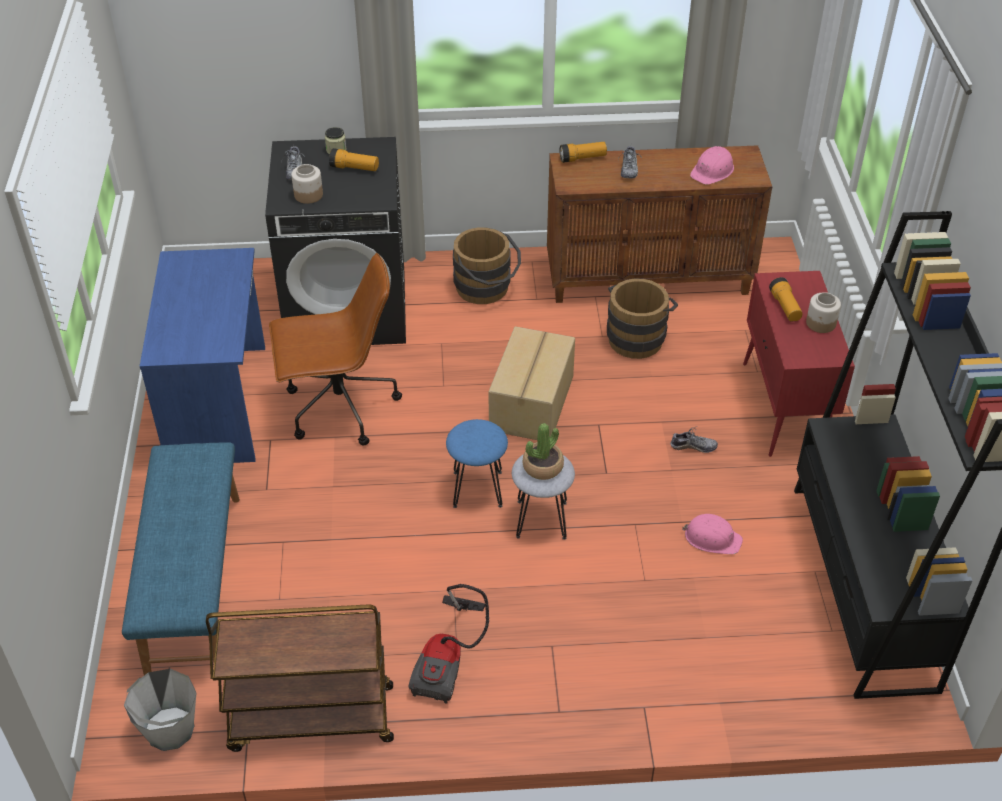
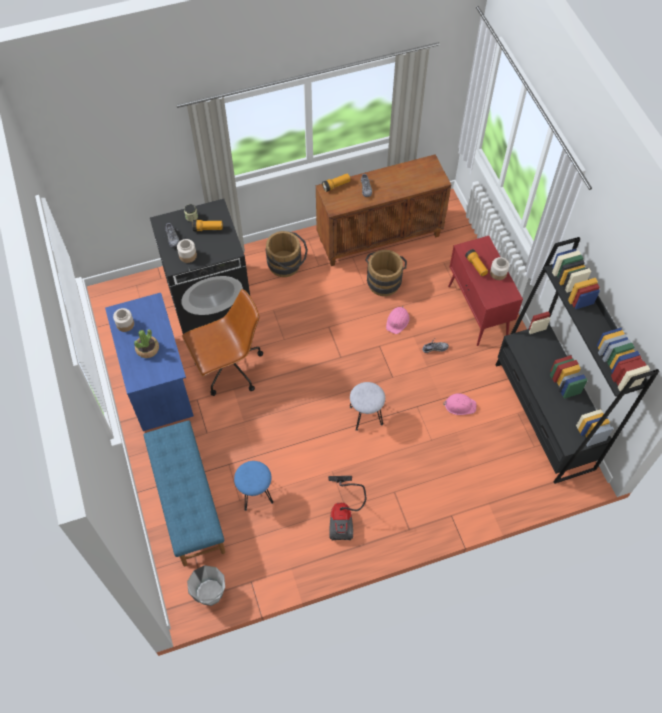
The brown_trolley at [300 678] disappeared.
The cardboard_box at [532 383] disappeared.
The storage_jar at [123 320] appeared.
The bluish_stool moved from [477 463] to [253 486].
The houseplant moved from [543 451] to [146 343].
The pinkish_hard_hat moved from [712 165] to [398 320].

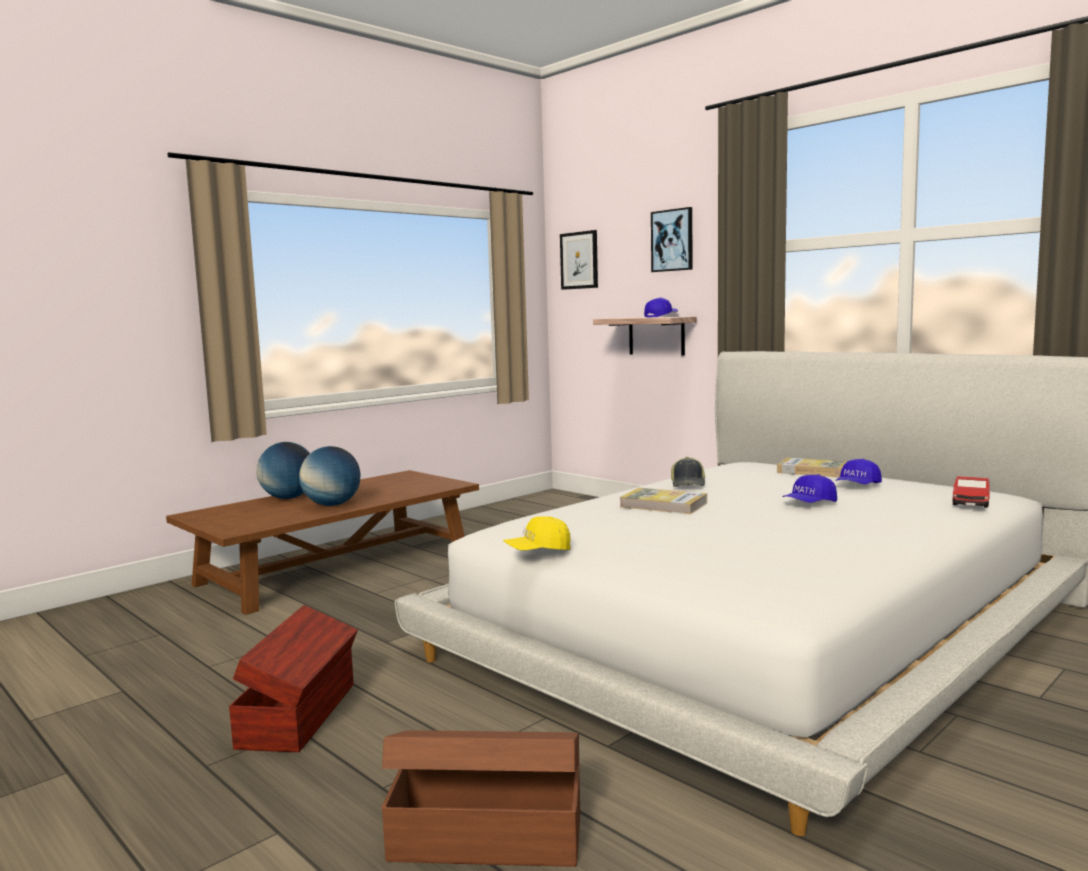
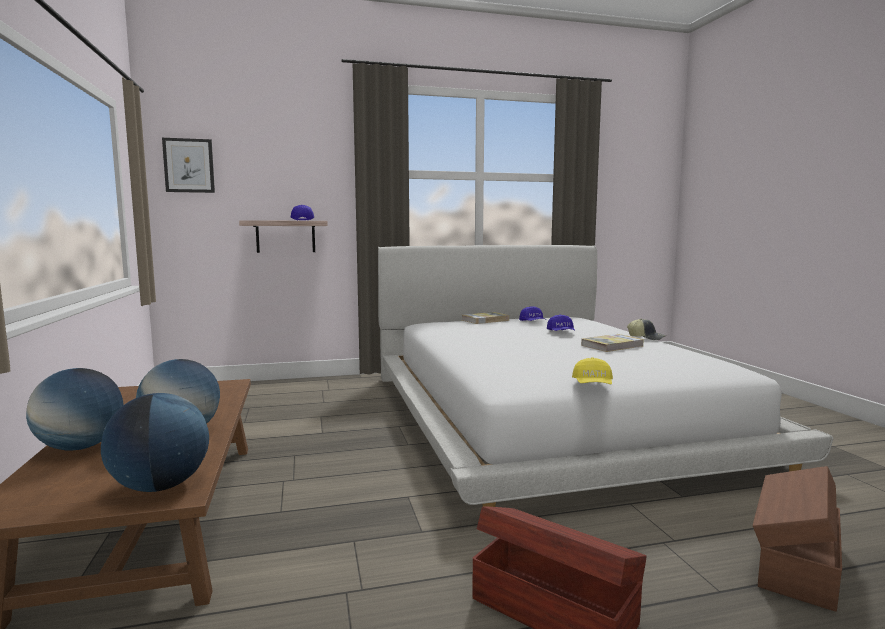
The wall_art at [671 239] disappeared.
The miniature_car at [971 492] disappeared.
The world_globe at [155 442] appeared.
The book moved from [663 501] to [612 343].
The cap moved from [688 472] to [646 329].

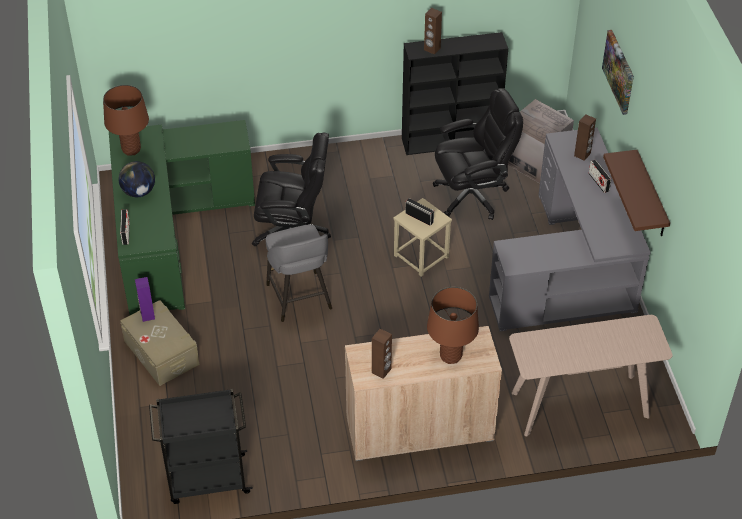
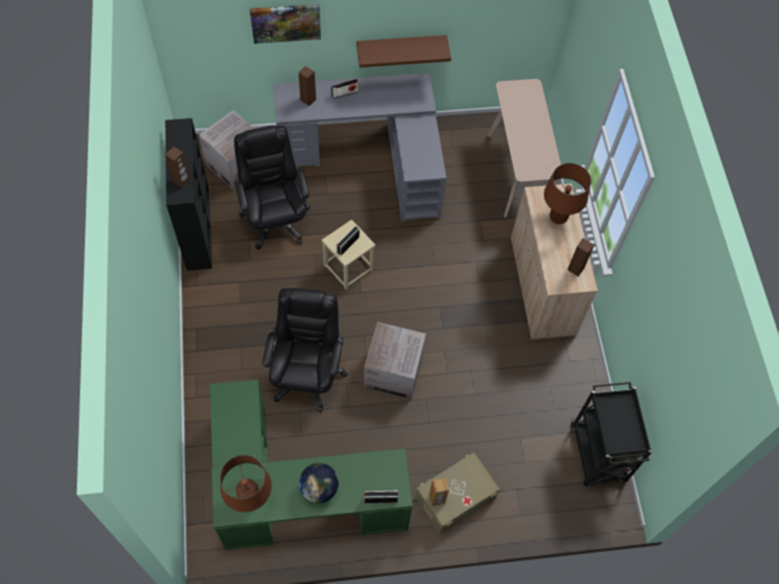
The grey_stool at [299 273] was replaced by the cardboard_box at [395 361].
The purplish_audio_speaker at [145 299] became the brown_audio_speaker at [439 492].

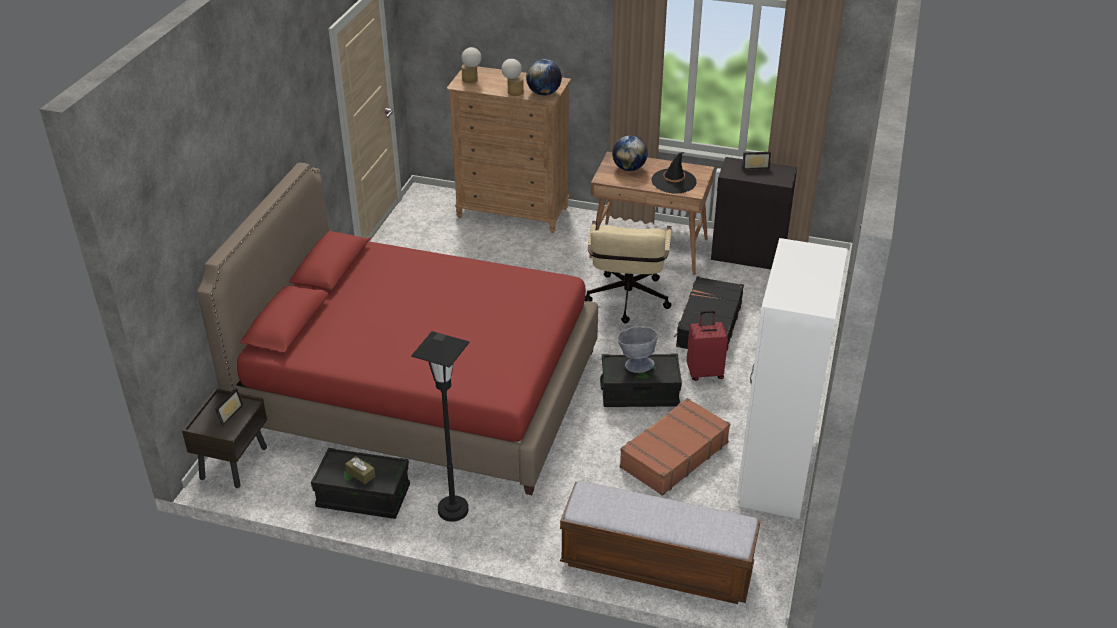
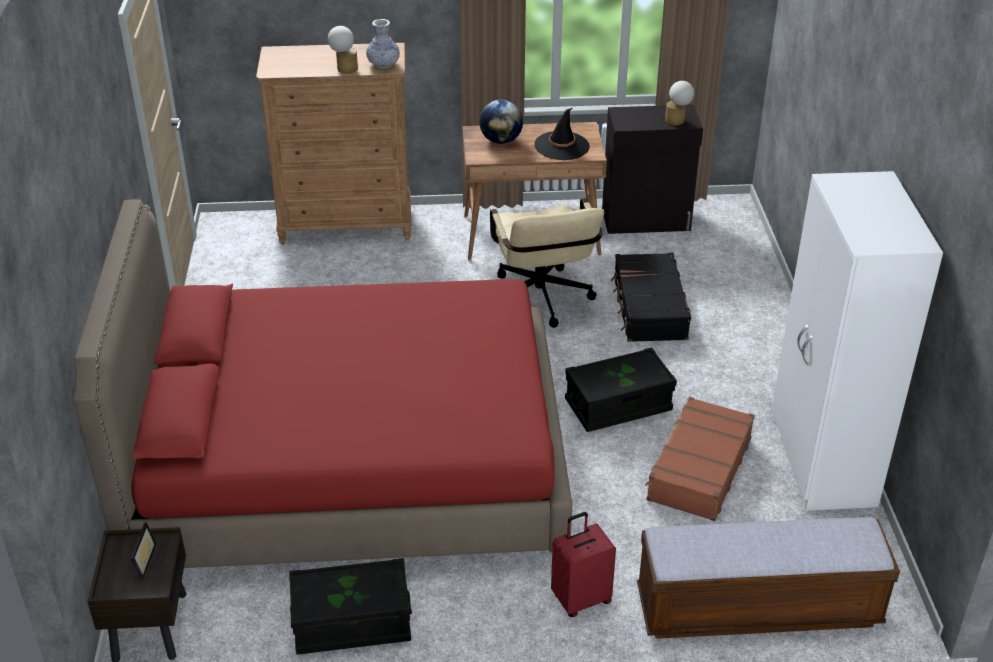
The brown_tissue_box at [360 470] disappeared.
The black_standing_lamp at [440 426] disappeared.
The grey_bowl at [637 349] disappeared.
The photo_frame at [756 161] disappeared.
The tabletop_lamp moved from [471 65] to [679 103].
The red_travel_case moved from [707 345] to [583 564].
The world_globe at [544 77] was replaced by the decorative_vase at [383 43].

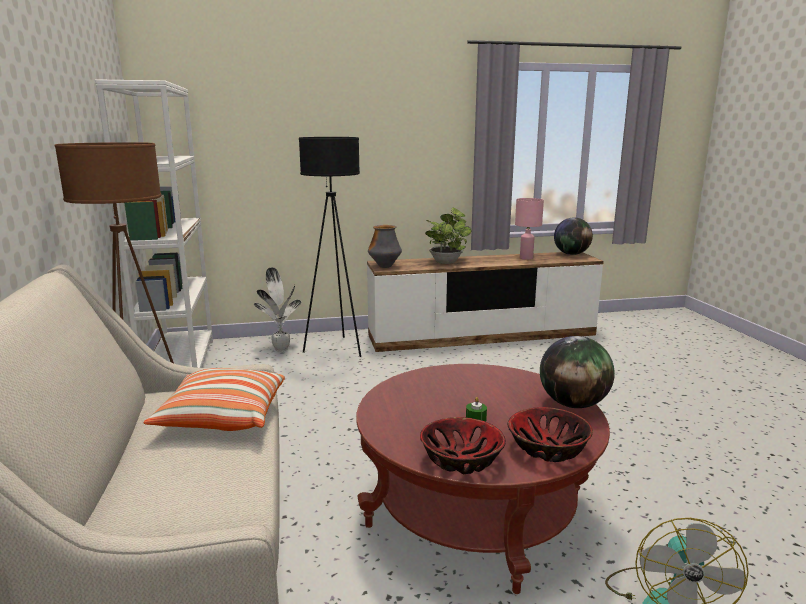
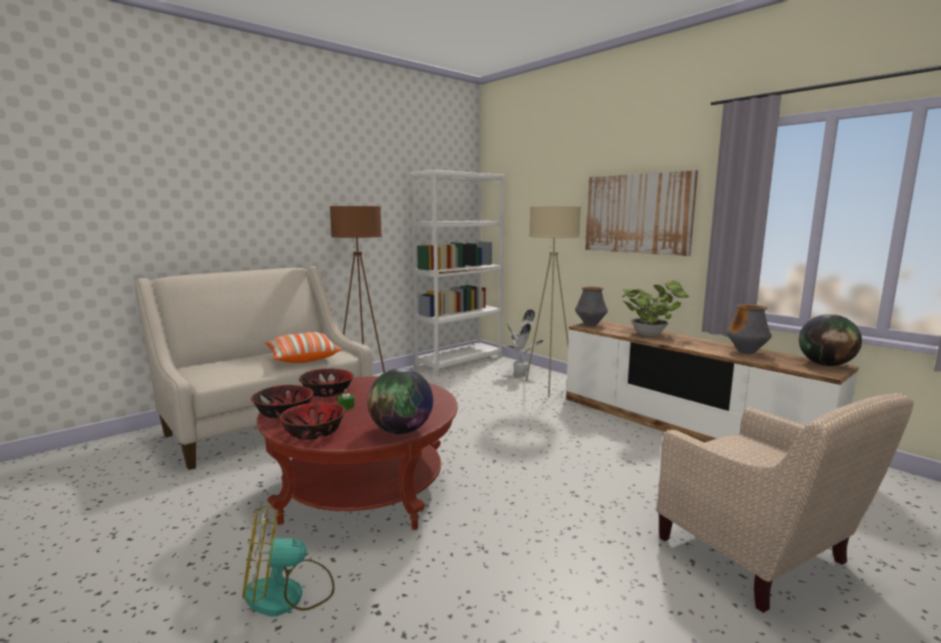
The bowl at [326 383] appeared.
The wall_art at [641 213] appeared.
The beige-coloured_easy_chair at [785 503] appeared.
The pinkish_tabletop_lamp at [529 229] was replaced by the decorative_vase at [748 329].
The black_standing_lamp at [330 247] became the beige-coloured_standing_lamp at [553 301].

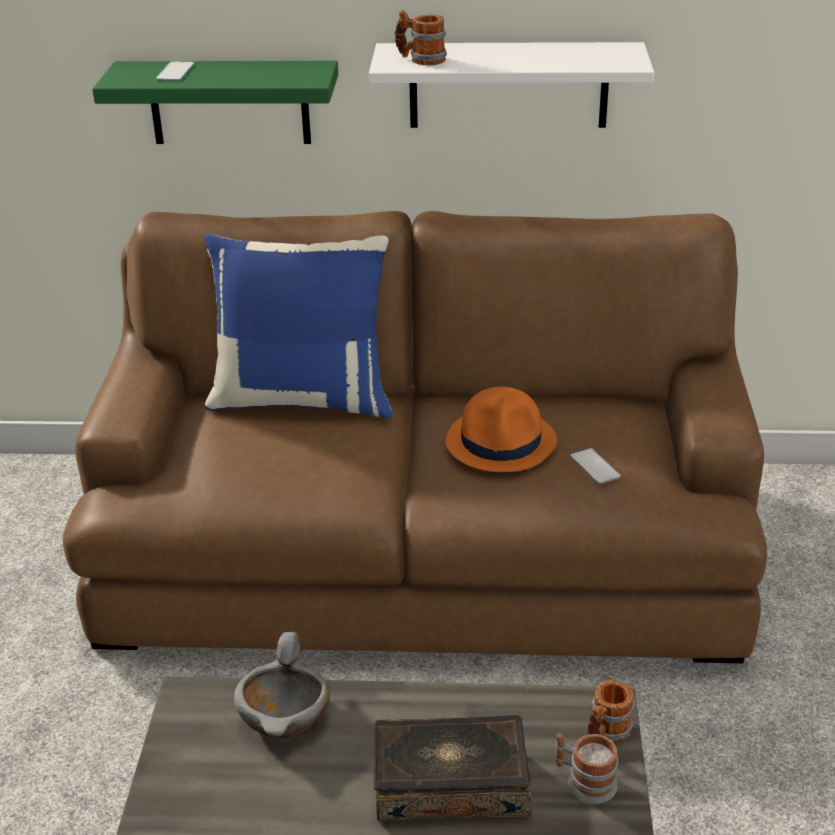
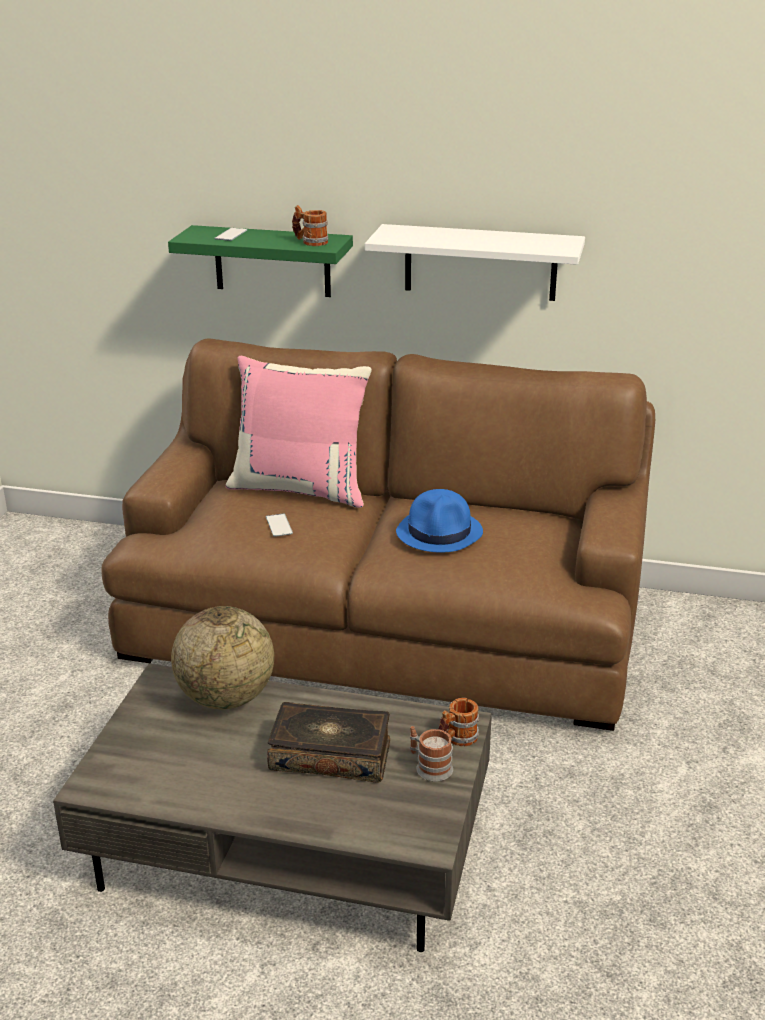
The mug moved from [420 38] to [310 225].
The telephone moved from [595 466] to [279 525].
The grey_bowl at [282 685] was replaced by the world_globe at [222 658].
The bluish_pillow at [298 326] became the pinkish_pillow at [298 432].
The orange-coloured_wearable_hat at [501 429] became the bluish_wearable_hat at [439 520].

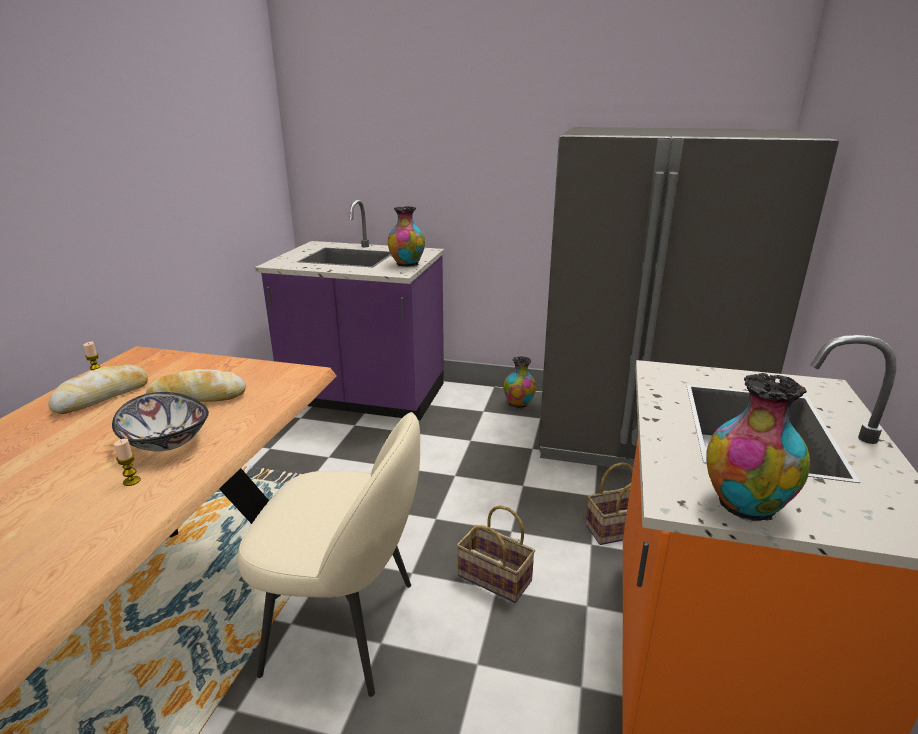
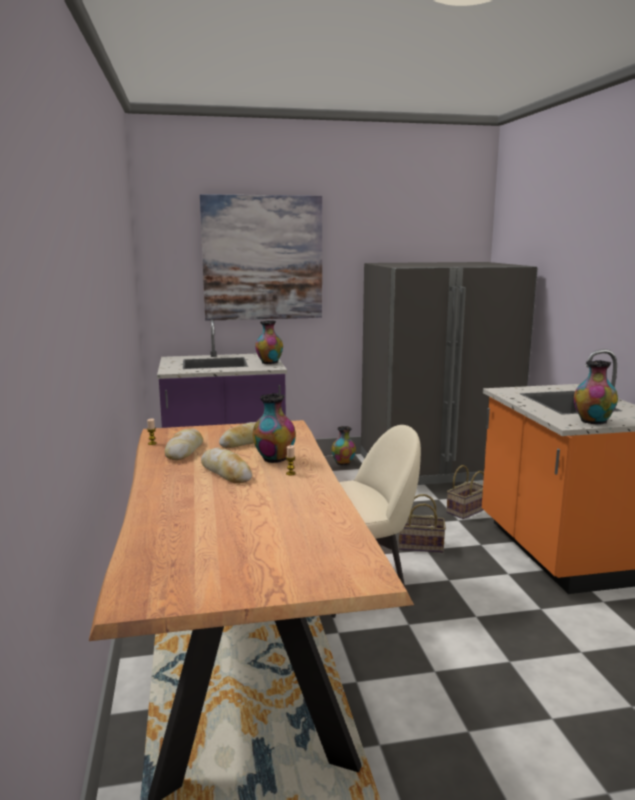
The wall_art at [261 257] appeared.
The baked_bread at [226 465] appeared.
The bowl at [160 421] was replaced by the decorative_vase at [274 428].

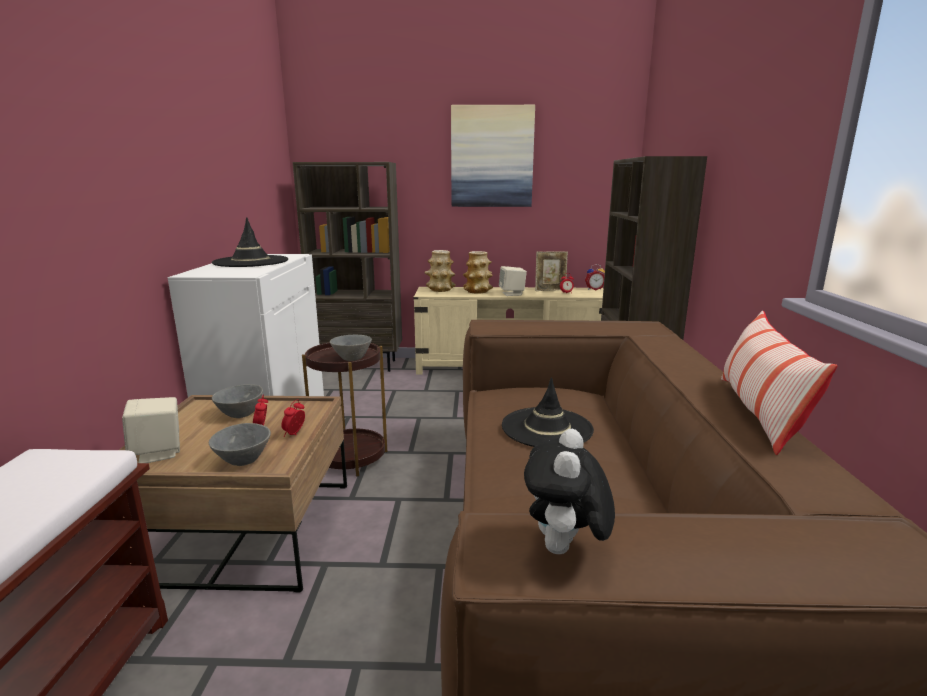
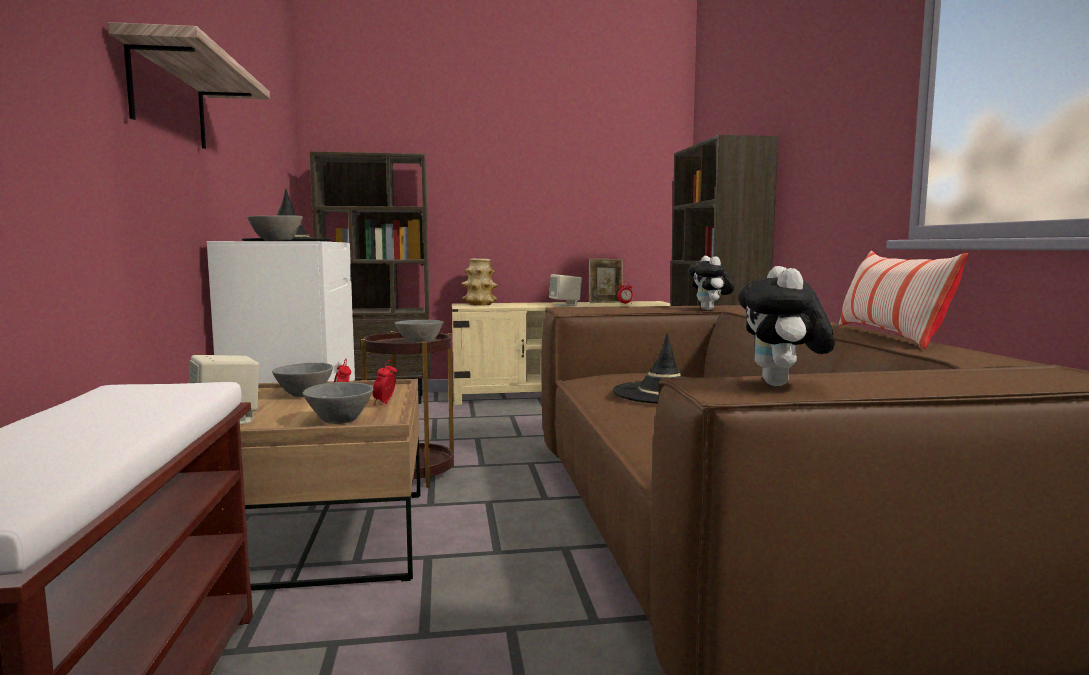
The wall_art at [493 156] disappeared.
The decorative_vase at [478 272] disappeared.
The table_clock at [595 277] disappeared.
The wall_shelf at [189 85] appeared.
The grey_bowl at [275 228] appeared.
The plush_toy at [711 283] appeared.

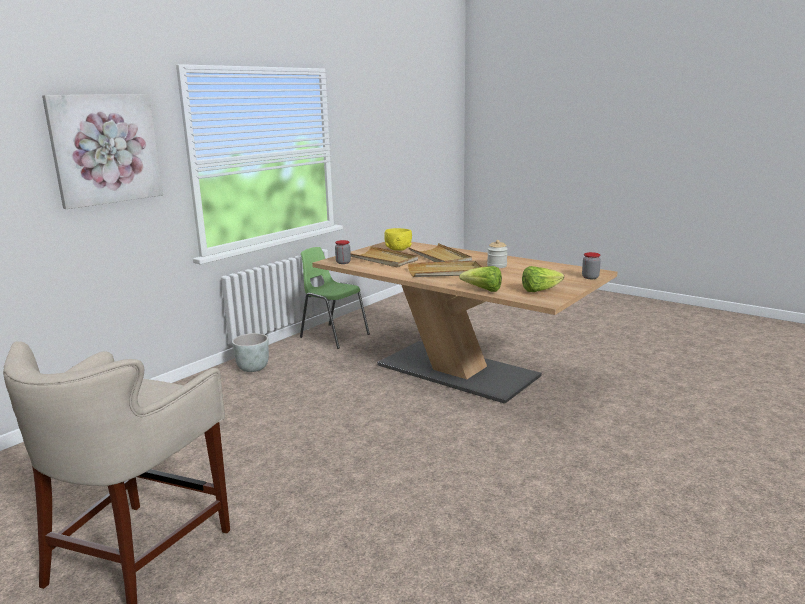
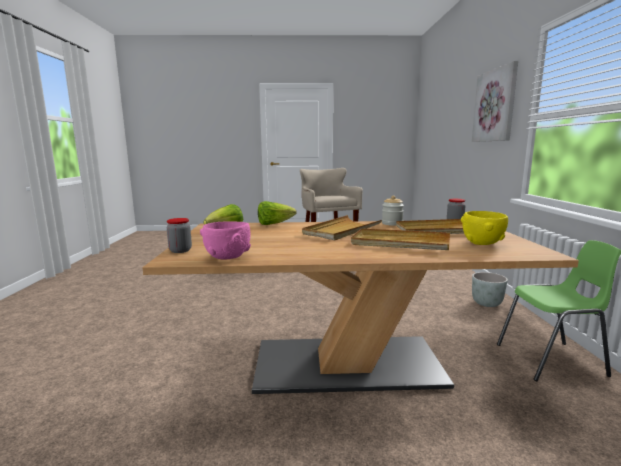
The pinkish_bowl at [225 241] appeared.
The storage_jar moved from [497 254] to [393 211].

